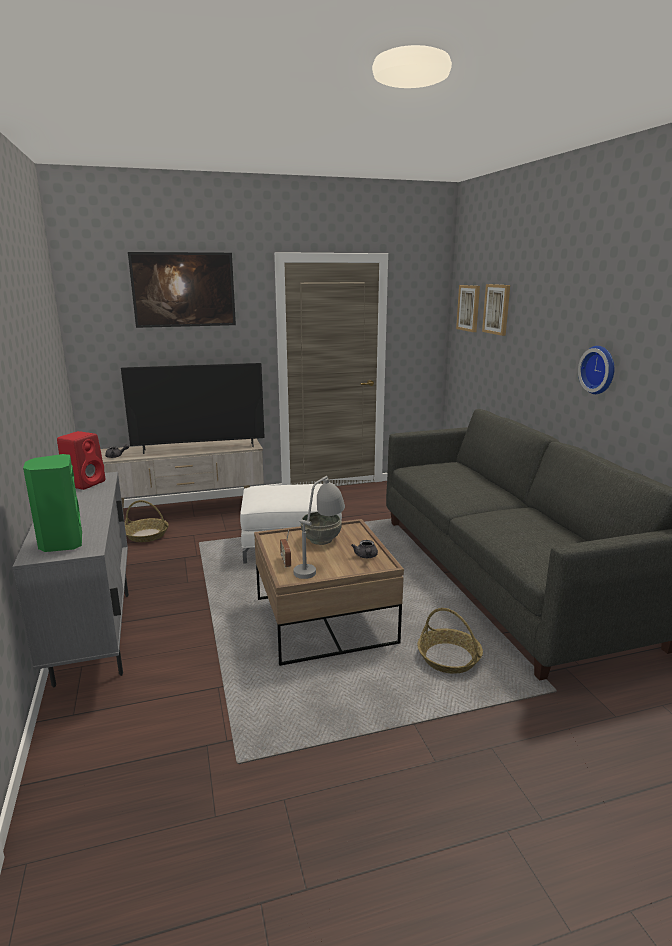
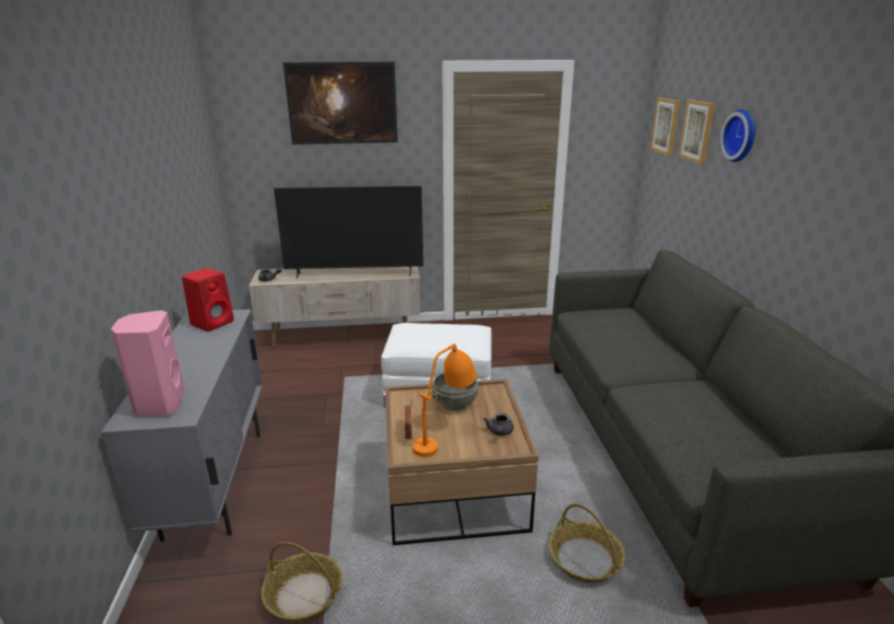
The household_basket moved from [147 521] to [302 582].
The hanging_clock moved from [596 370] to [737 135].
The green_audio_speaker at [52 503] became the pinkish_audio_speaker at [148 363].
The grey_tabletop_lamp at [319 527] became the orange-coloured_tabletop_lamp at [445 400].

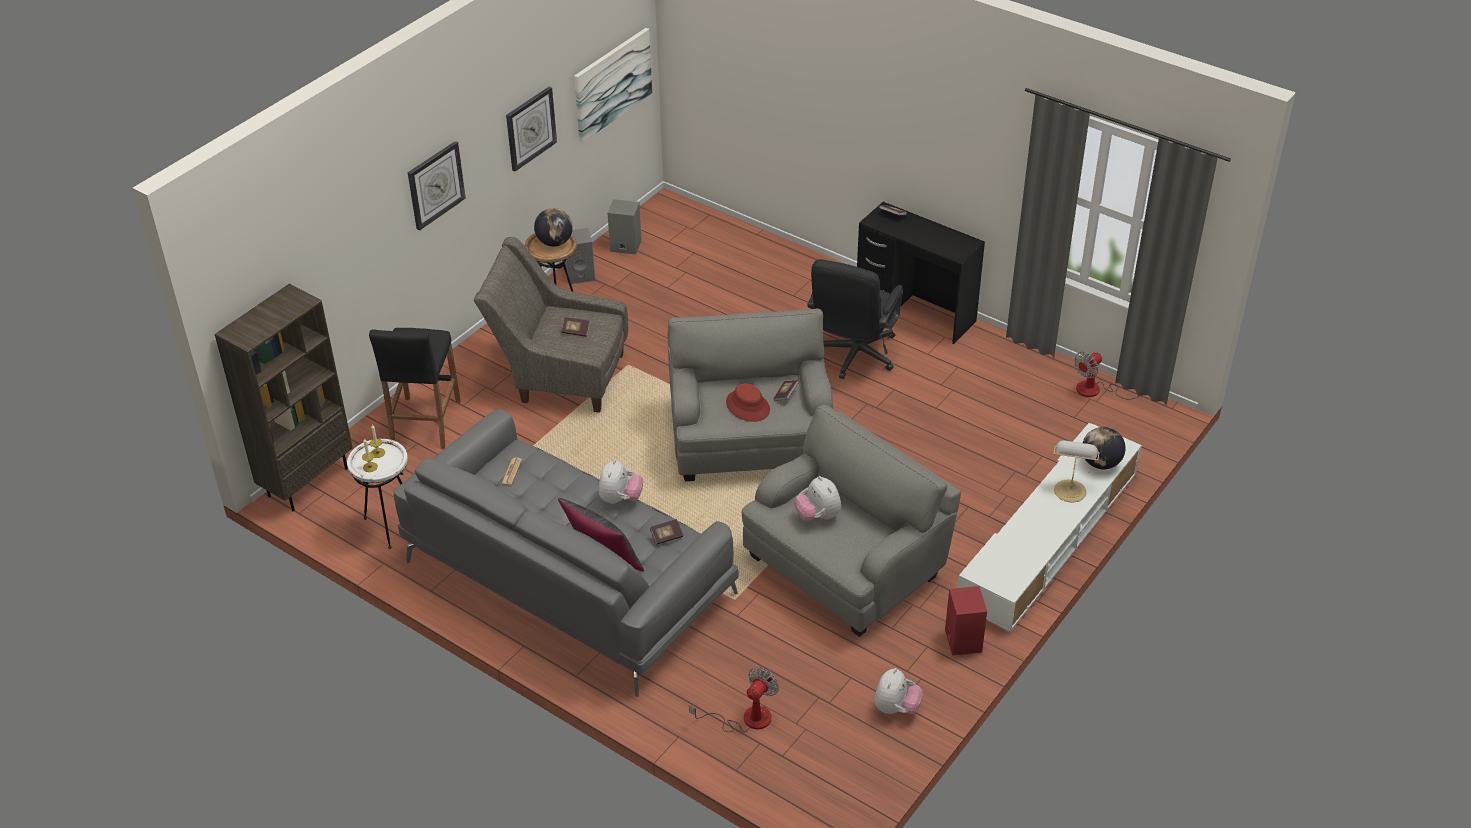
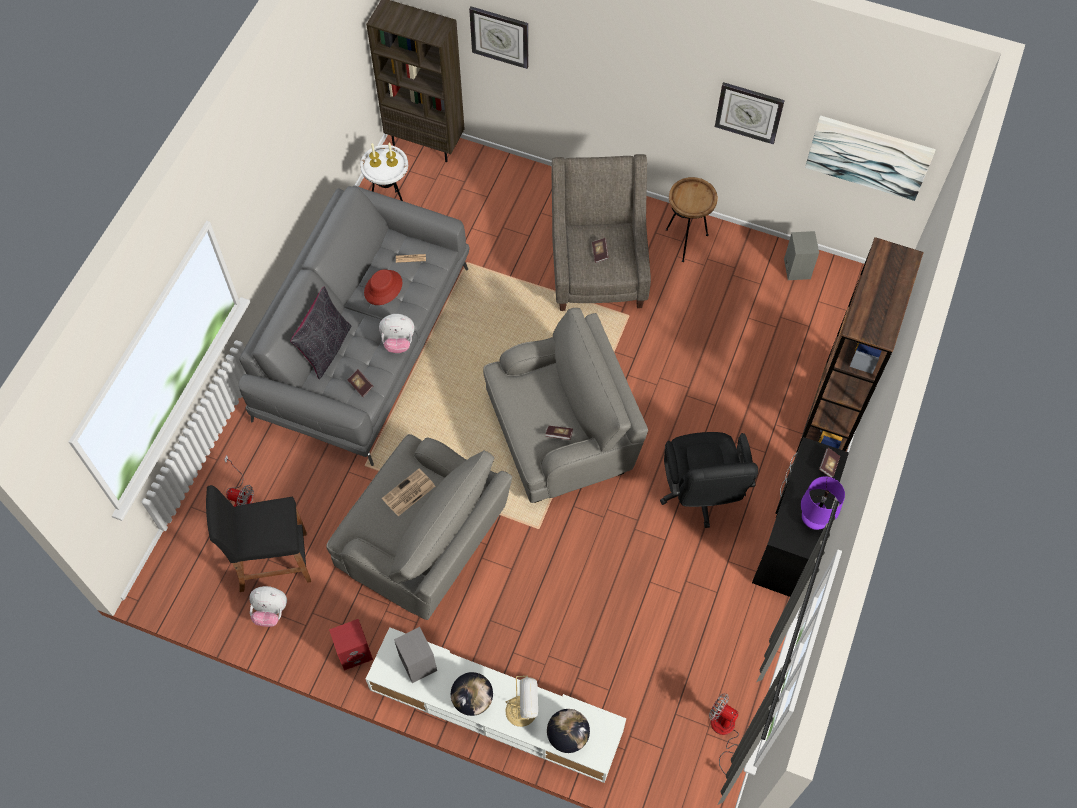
The brown_shelving_unit at [860 344] appeared.
The purplish_tabletop_lamp at [823 503] appeared.
The black_stool moved from [414 388] to [258 538].
The hanging_clock moved from [437 186] to [499 37].
The world_globe moved from [553 227] to [472 694].
The grey_audio_speaker moved from [580 256] to [415 655].
The red_wearable_hat moved from [748 402] to [383 287].
The plush_toy at [818 498] was replaced by the printed_paper at [408 492].
The black_computer_chair at [855 319] turned 105 degrees counterclockwise.

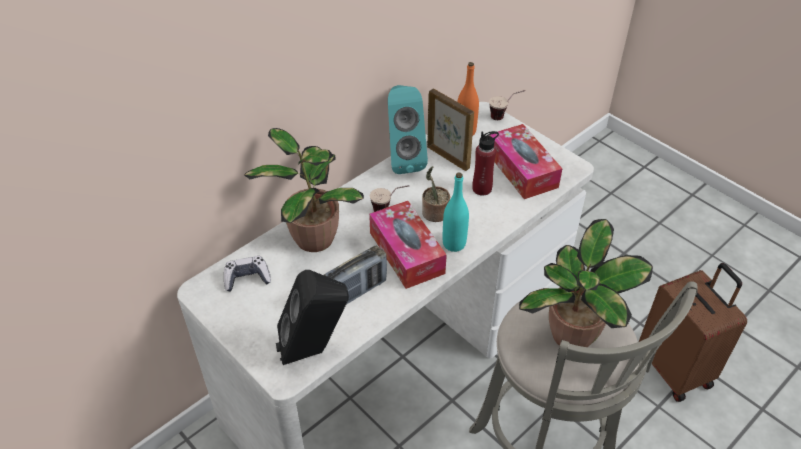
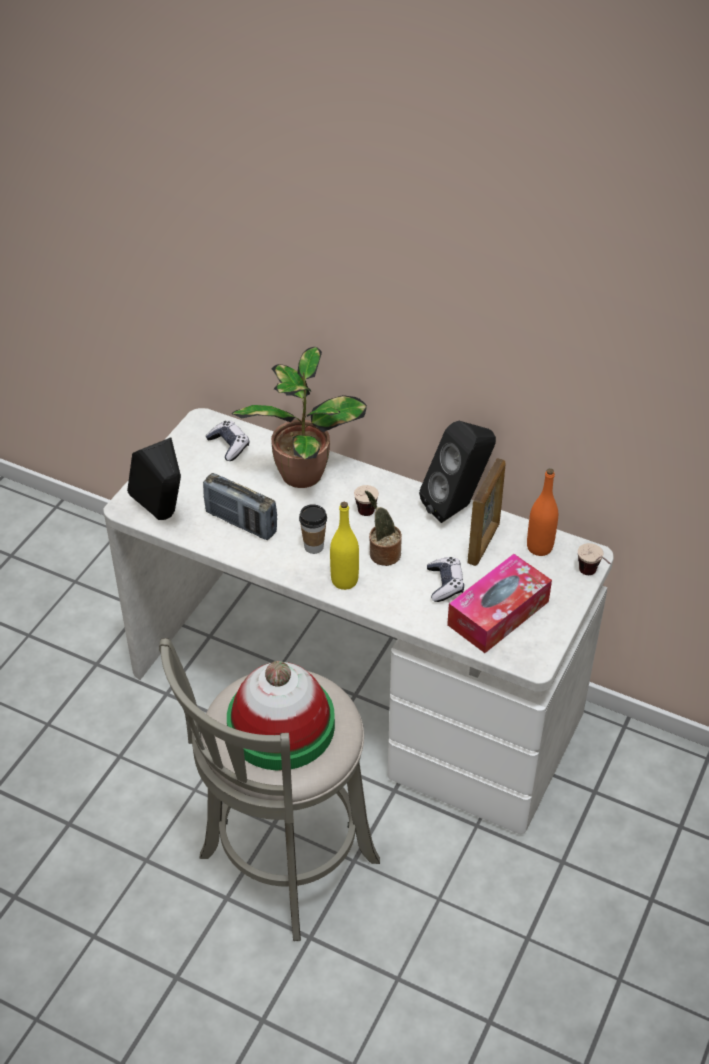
The brown_travel_case at [693 332] disappeared.
The tissue_box at [408 245] was replaced by the cup at [313 529].
The red_beverage_bottle at [485 163] was replaced by the game_controller at [445 579].
The houseplant at [586 283] was replaced by the wearable_hat at [281 716].
The turquoise_audio_speaker at [408 129] became the black_audio_speaker at [457 472].
The turquoise_beverage_bottle at [456 212] became the yellow-coloured_beverage_bottle at [344 546].

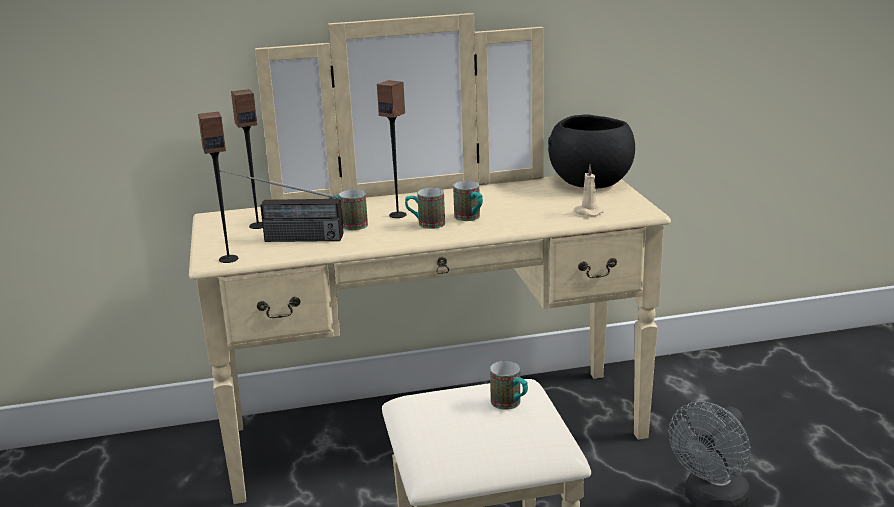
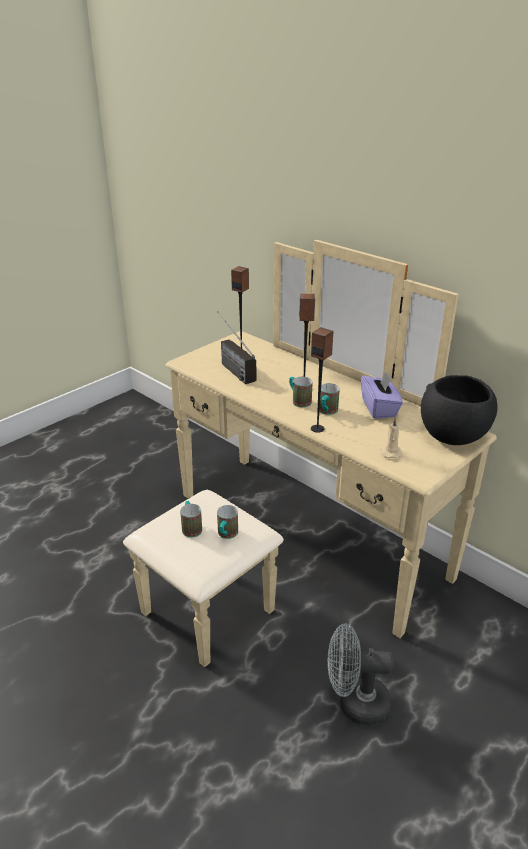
The purplish_tissue_box at [382 395] appeared.
The audio_speaker moved from [218 187] to [322 380].
The mug moved from [348 209] to [191 519].

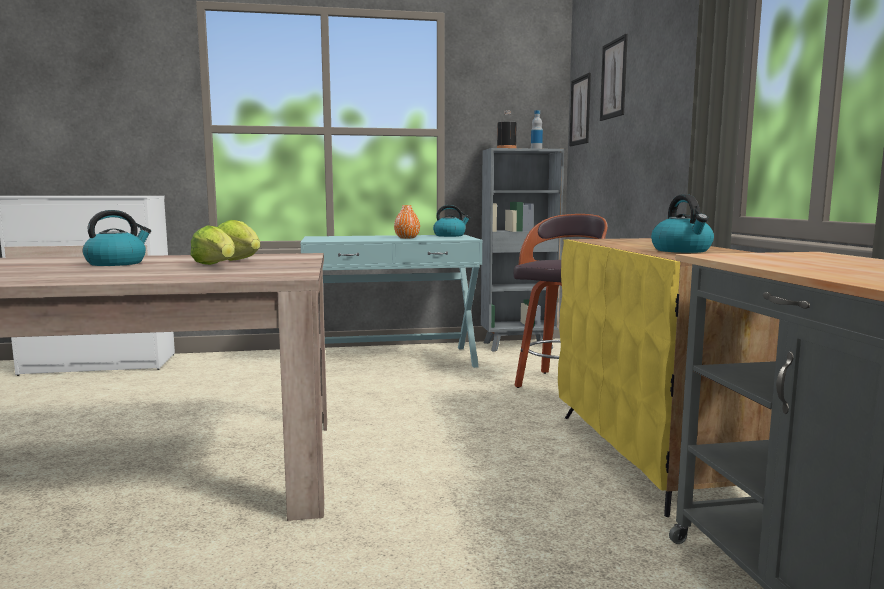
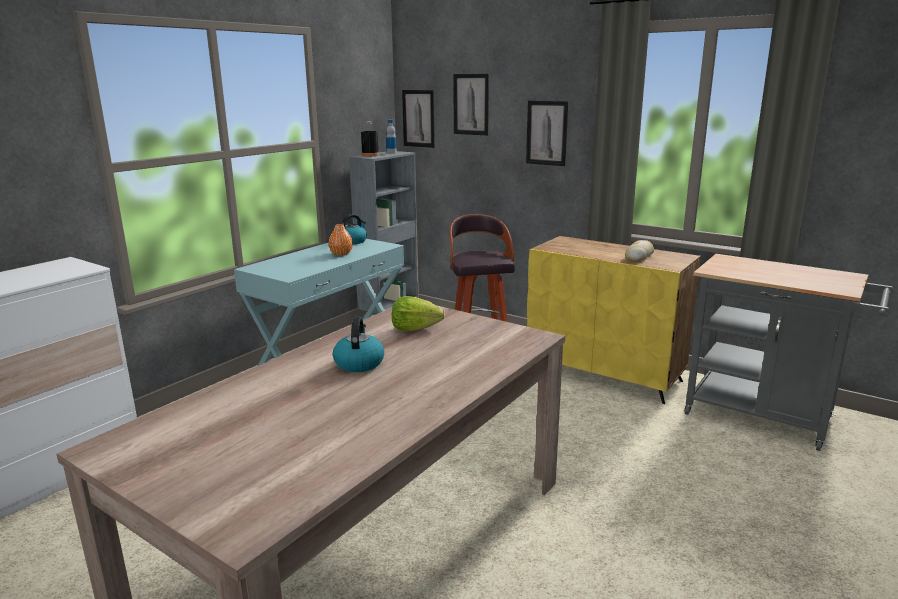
The lettuce_head at [213 245] disappeared.
The wall_art at [547 133] appeared.
The water_kettle at [682 223] was replaced by the baked_bread at [639 250].

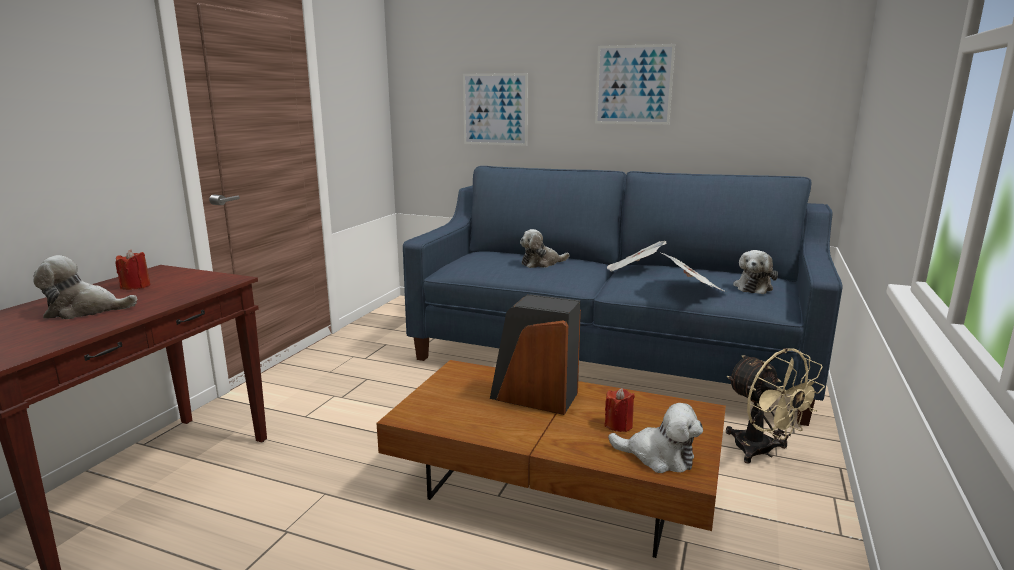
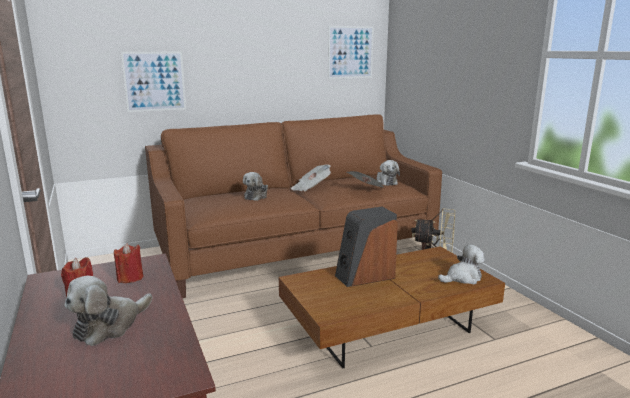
The wall_art moved from [635 84] to [351 52].
The red_wax_candle moved from [619 410] to [128 263].
The bluish_sofa at [622 296] became the brown_sofa at [293 206].

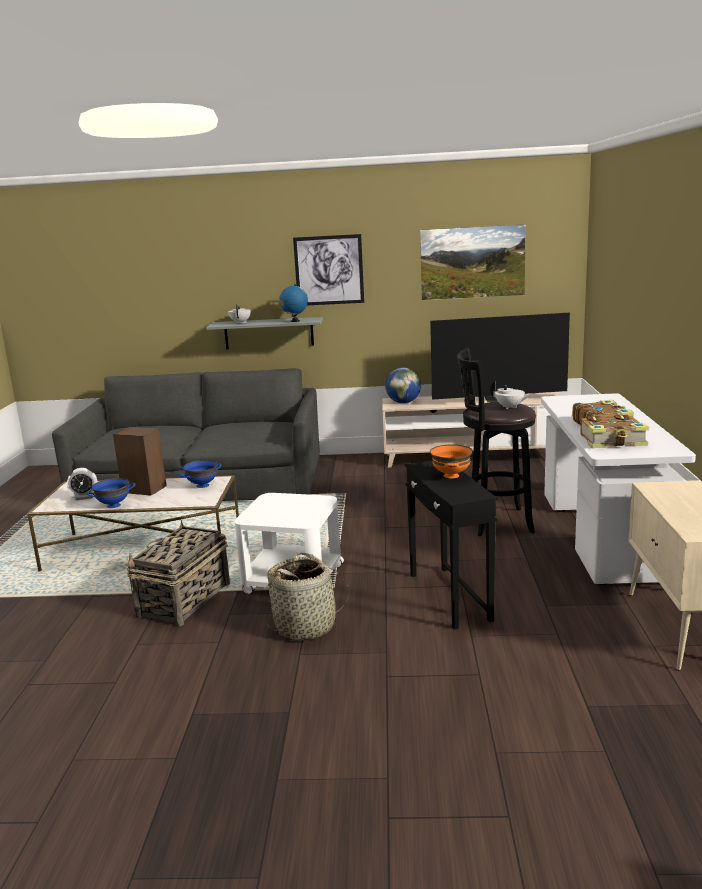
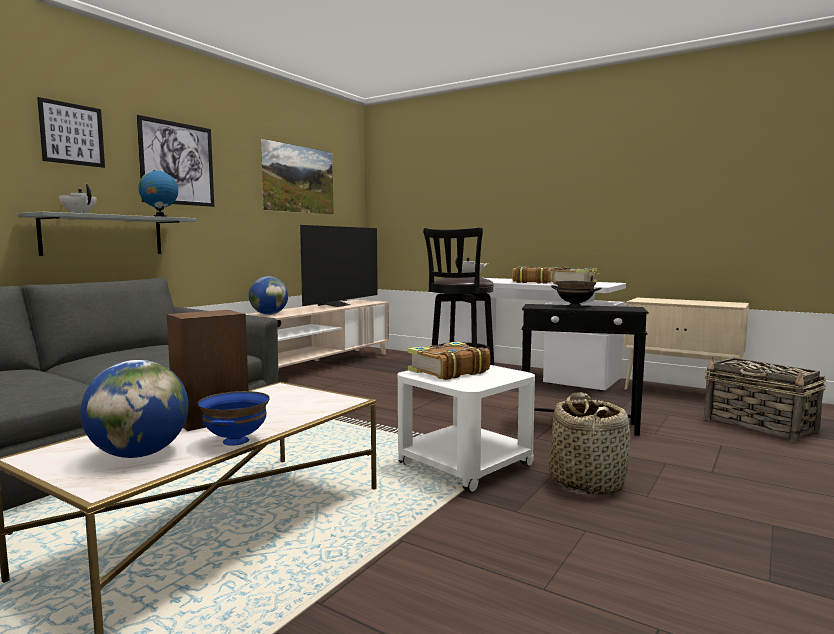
The bluish_bowl at [201 474] disappeared.
The wall_art at [71 132] appeared.
The book at [449 361] appeared.
The household_basket moved from [178 573] to [765 399].
The table_clock at [82 484] was replaced by the world_globe at [134 409].
The orange-coloured_bowl at [451 461] became the black_bowl at [576 294].

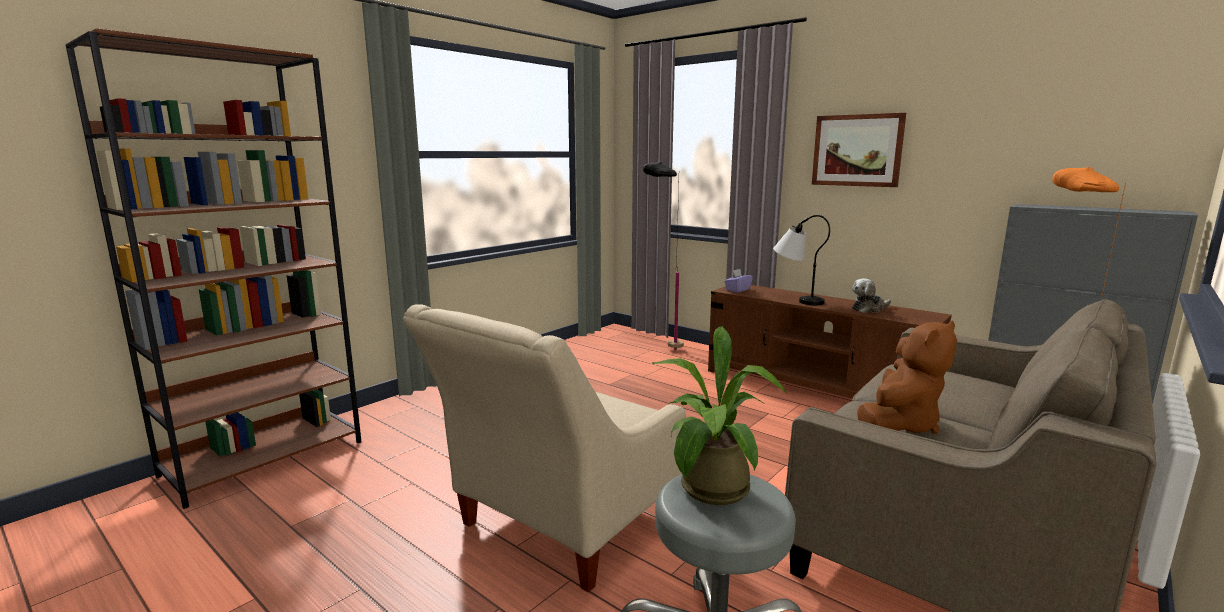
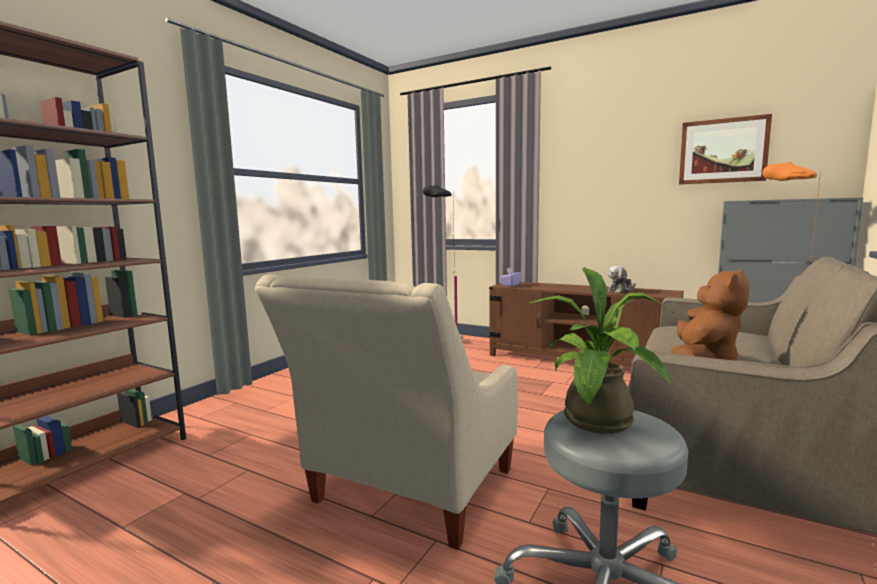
The tabletop_lamp at [801 260] disappeared.
The wall_art moved from [859 150] to [725 149].

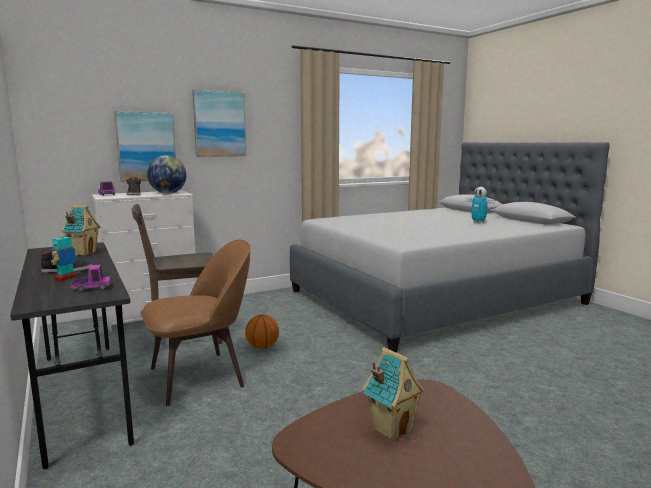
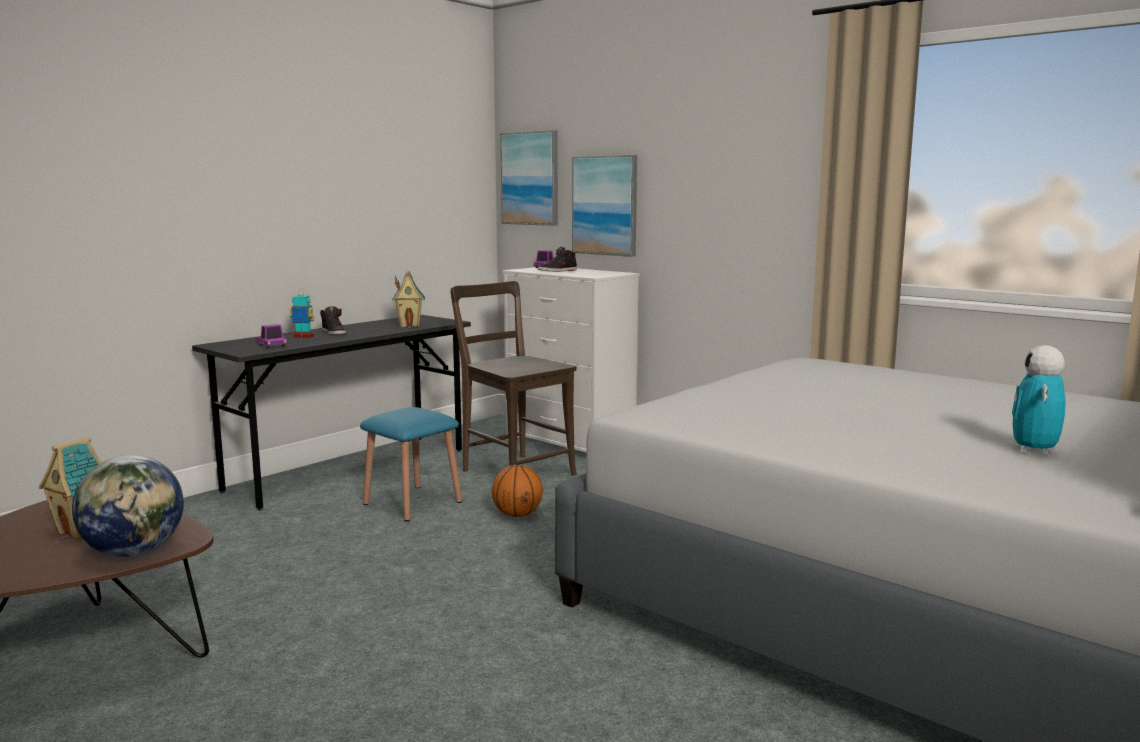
The world_globe moved from [167 175] to [128 506].
The wall_art moved from [219 123] to [529 178].
The brown_upright_chair at [195 322] was replaced by the bluish_stool at [411 464].

